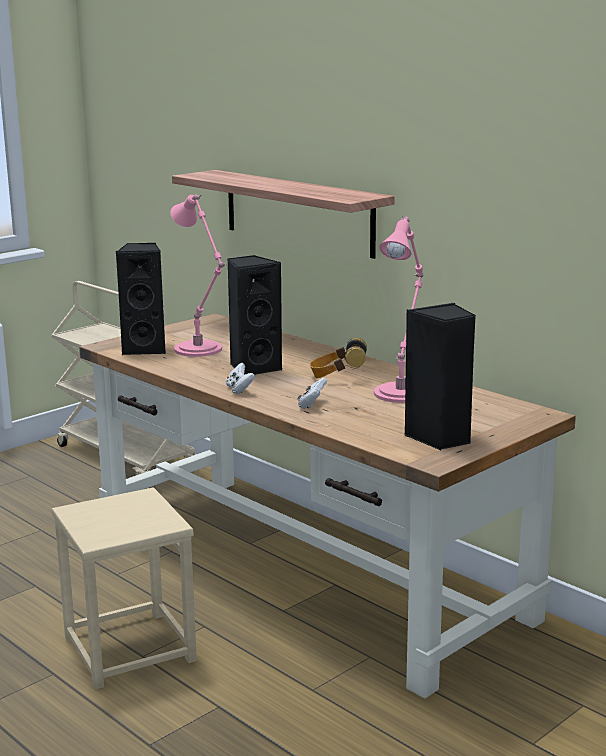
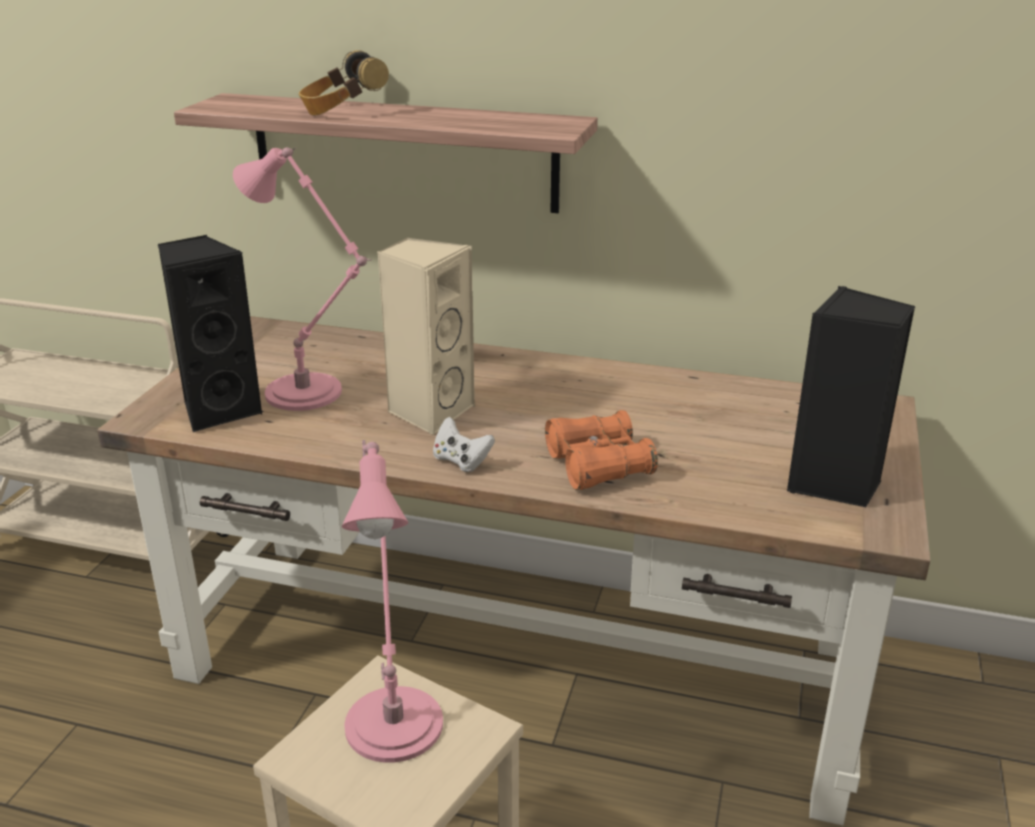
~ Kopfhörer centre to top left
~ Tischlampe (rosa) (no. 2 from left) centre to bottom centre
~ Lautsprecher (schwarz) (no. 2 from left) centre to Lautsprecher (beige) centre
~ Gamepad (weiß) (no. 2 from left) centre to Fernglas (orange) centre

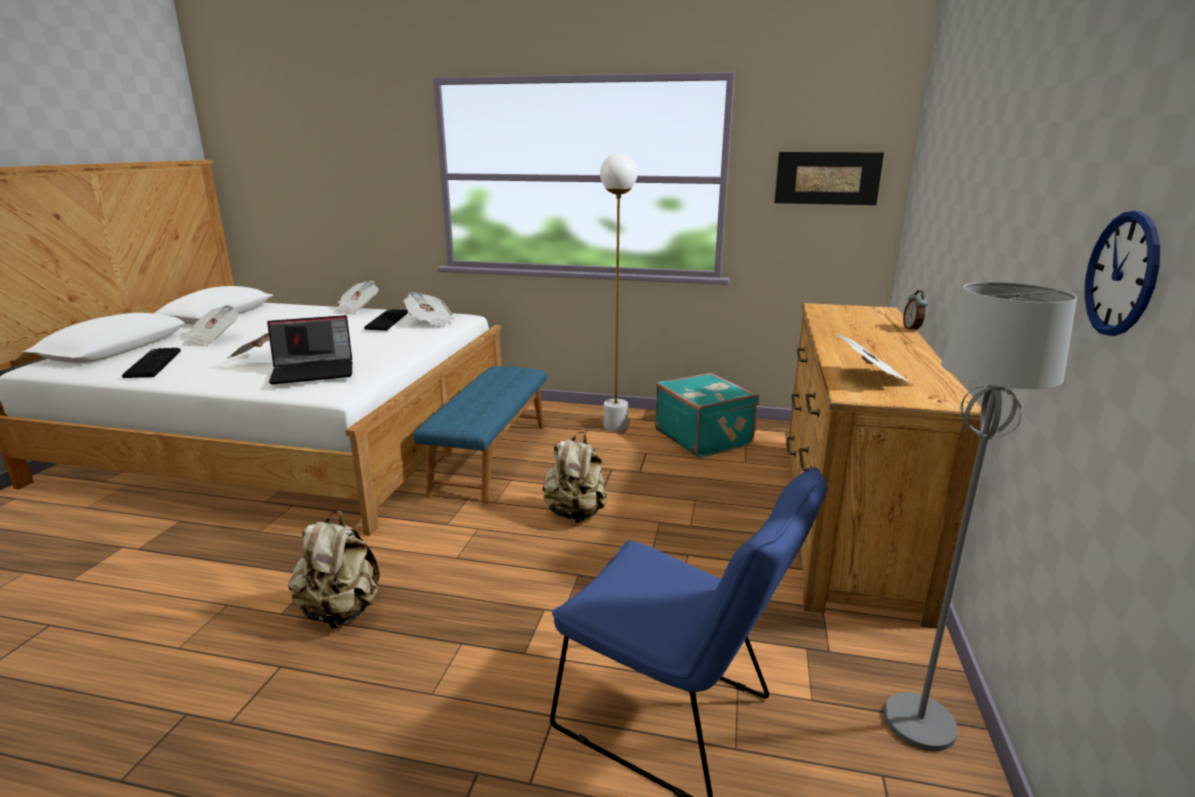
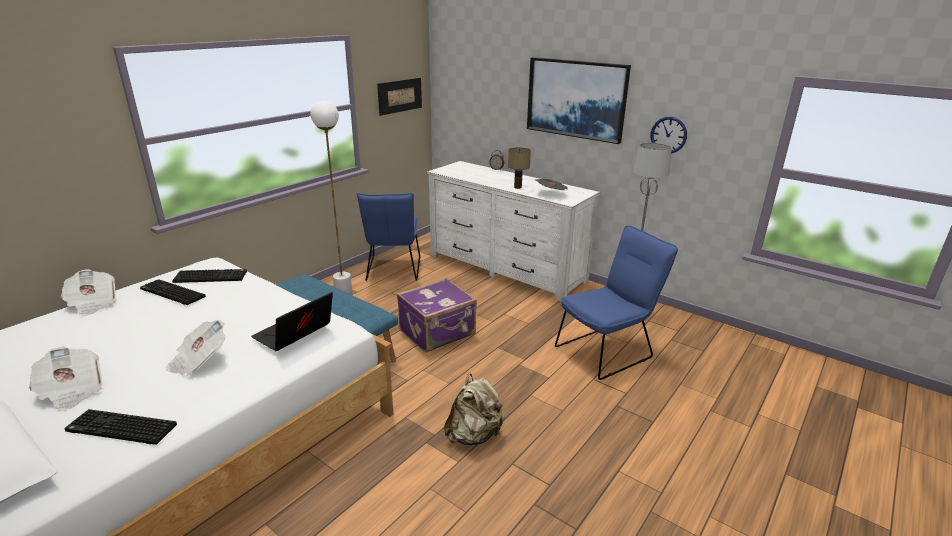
~ Zeitung (no. 4 from left) centre to Tastatur (no. 3 from left) middle left
~ Laptop middle left = middle left 150 degrees counterclockwise
~ Koffer (türkis) centre to Stuhl (blau) (no. 1 from left) centre
~ Rucksack (beige) (no. 2 from left) centre to Koffer (lila) centre
~ Kommode (braun) middle right to Kommode (weiß) centre
+ Tischlampe top centre
+ Bild (no. 2 from left) top centre

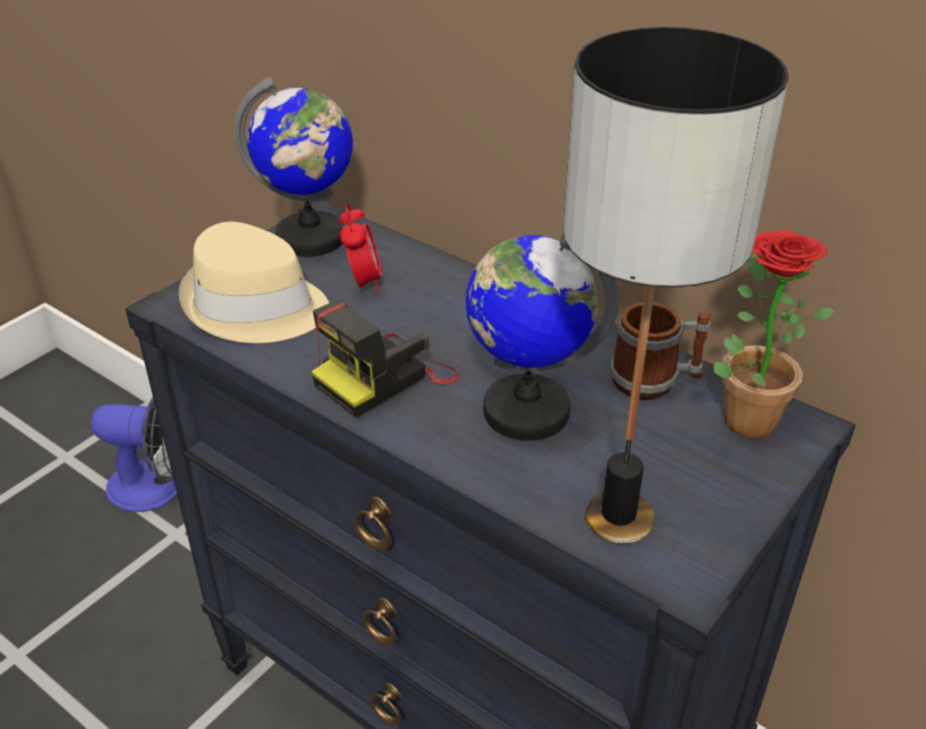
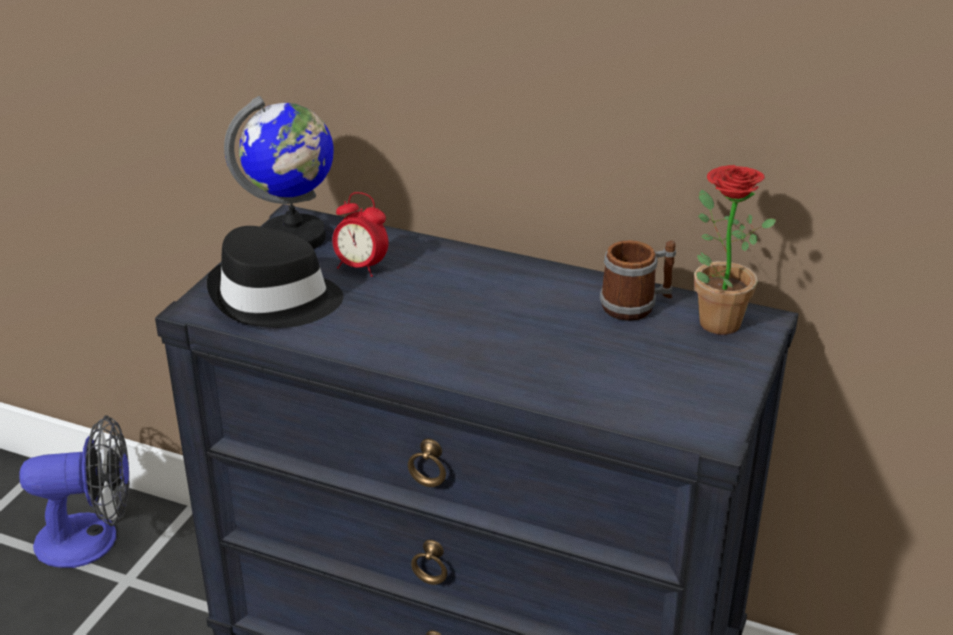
~ Hut (beige) middle left to Hut (schwarz) middle left
~ Wecker centre = centre 135 degrees clockwise
- Kamera centre
- Globus (no. 2 from left) centre
- Tischlampe middle right

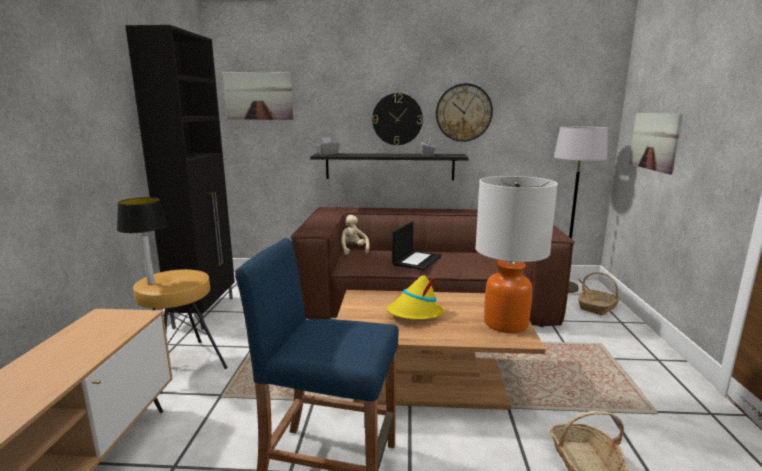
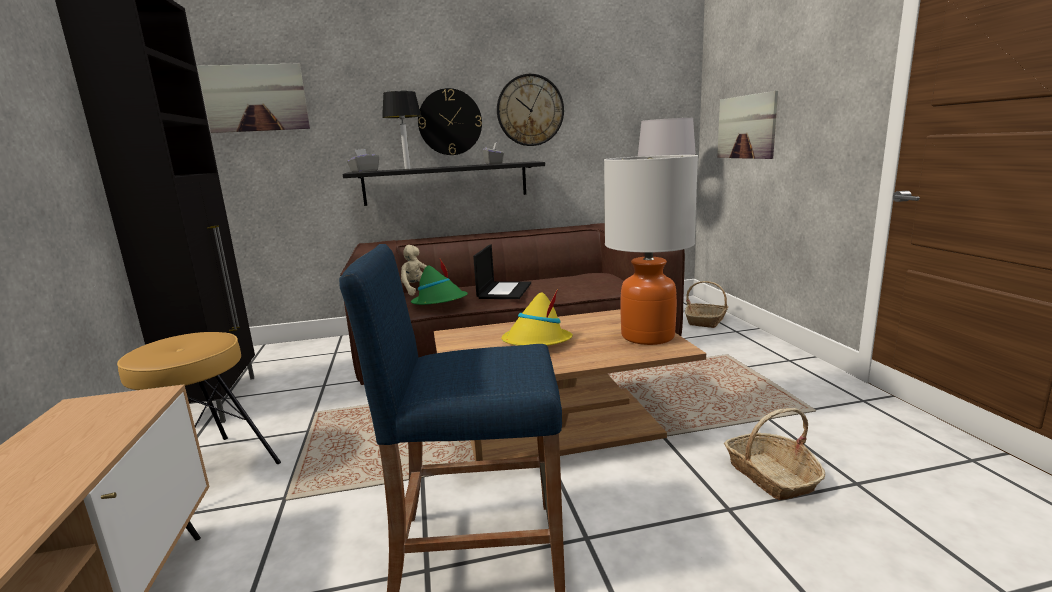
~ Tischlampe (no. 1 from left) middle left to top centre
+ Hut (grün) centre

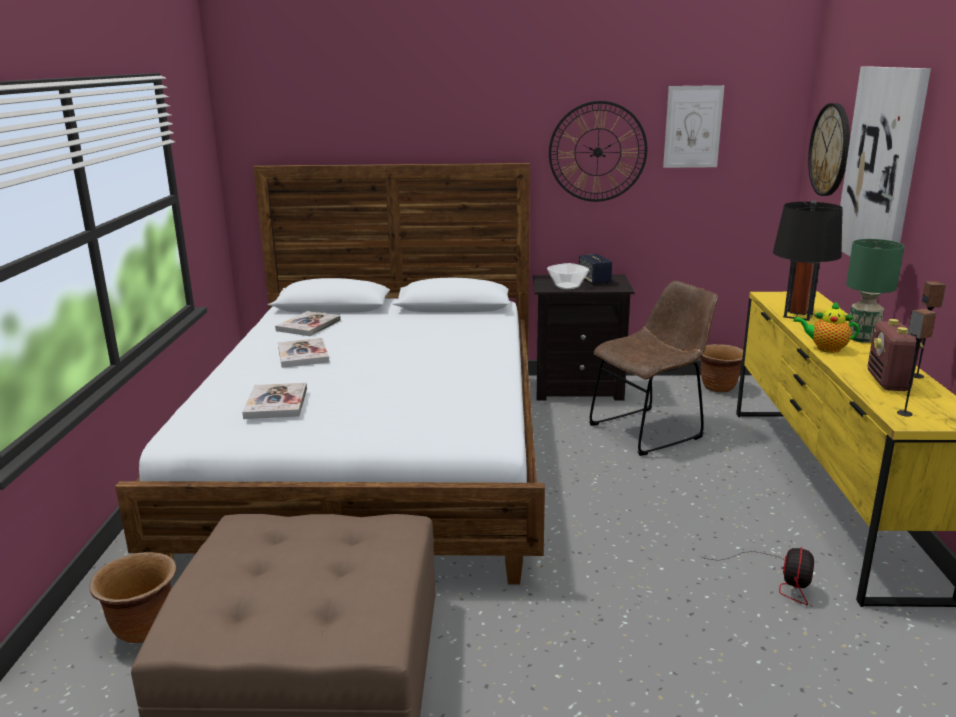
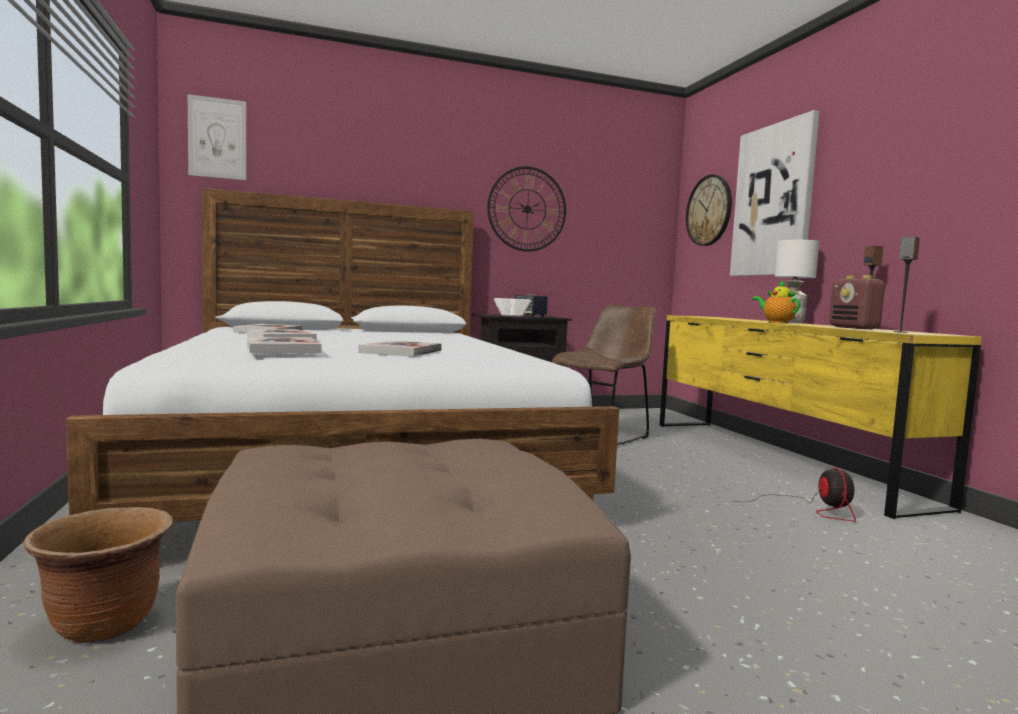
~ Bild (no. 1 from left) top right to top left
+ Buch (no. 4 from left) centre
~ Teekanne middle right = middle right 60 degrees clockwise
~ Tischlampe (grün) middle right to Tischlampe (weiß) middle right
- Pflanzkübel (braun) (no. 2 from left) middle right
- Tischlampe (schwarz) middle right

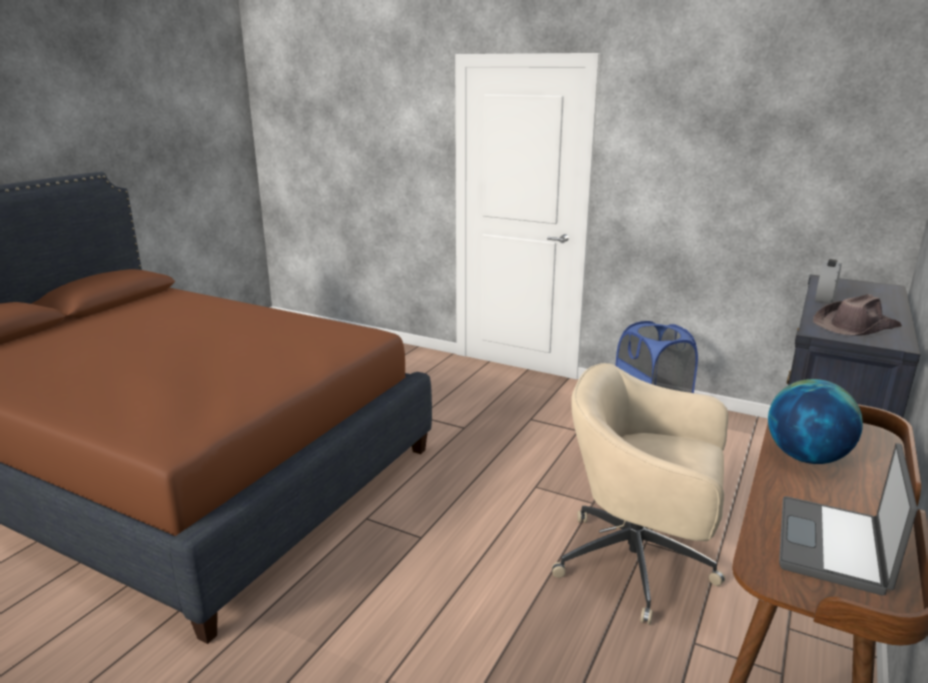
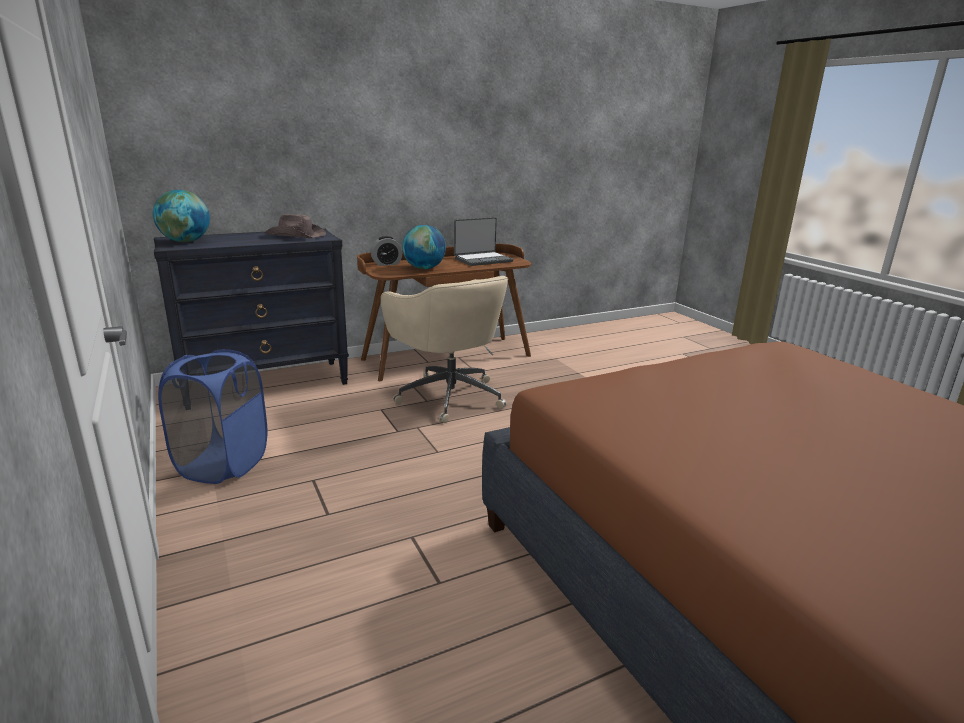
+ Globus (no. 1 from left) top left
~ Wecker middle right to centre

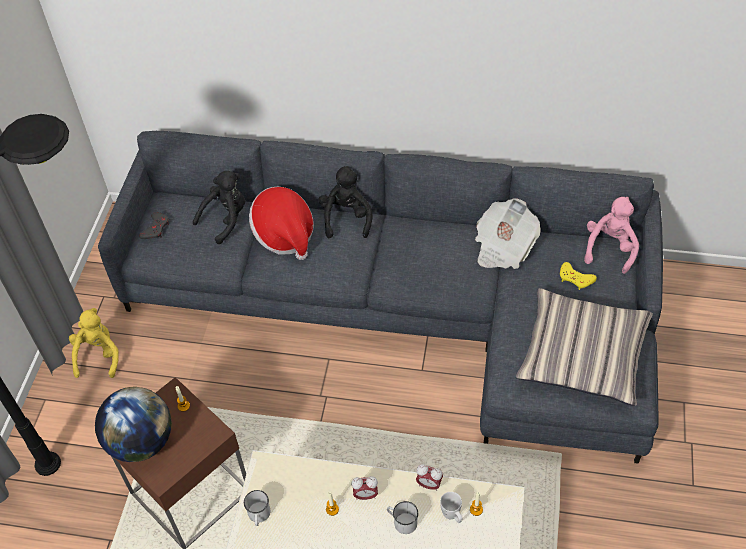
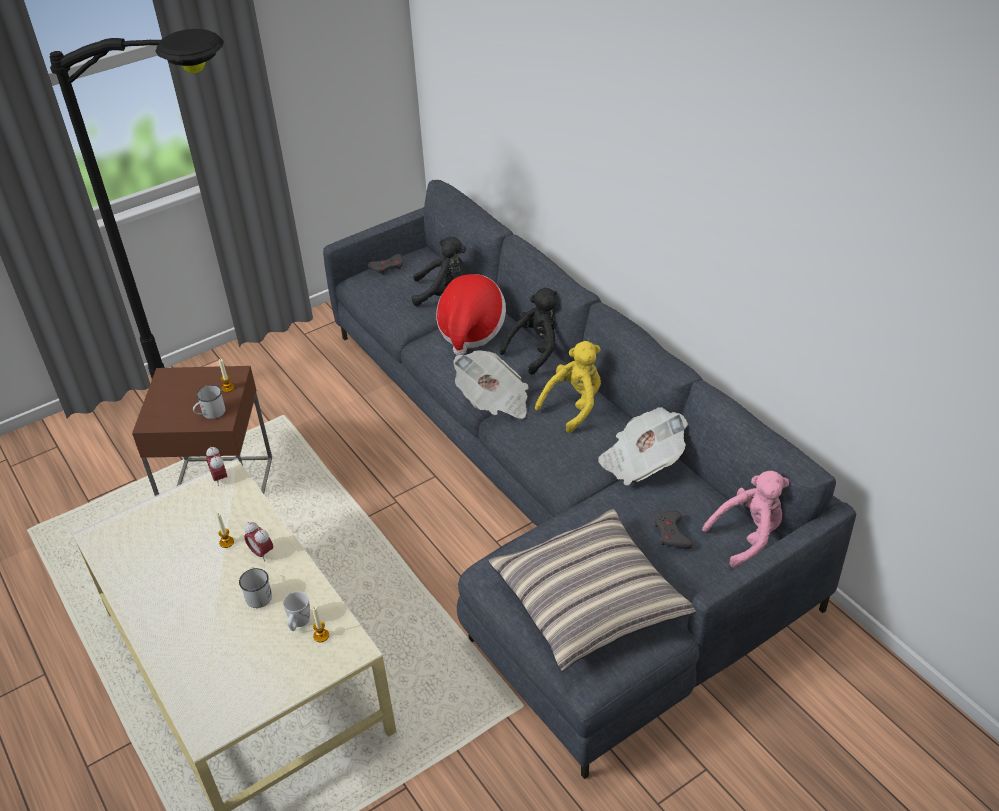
~ Henkelbecher (weiß) (no. 1 from left) bottom centre to middle left
~ Wecker (no. 2 from left in the first image) bottom centre to Wecker (no. 1 from left) middle left
+ Zeitung (no. 1 from left) centre
~ Plüschtier (gelb) middle left to centre
~ Gamepad (gelb) middle right to Gamepad (grau) (no. 2 from left) middle right
- Globus bottom left

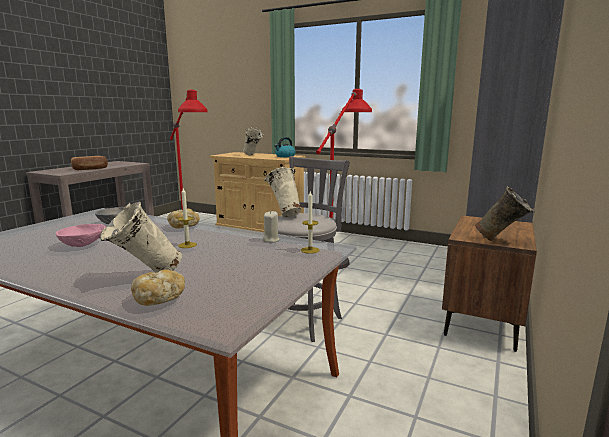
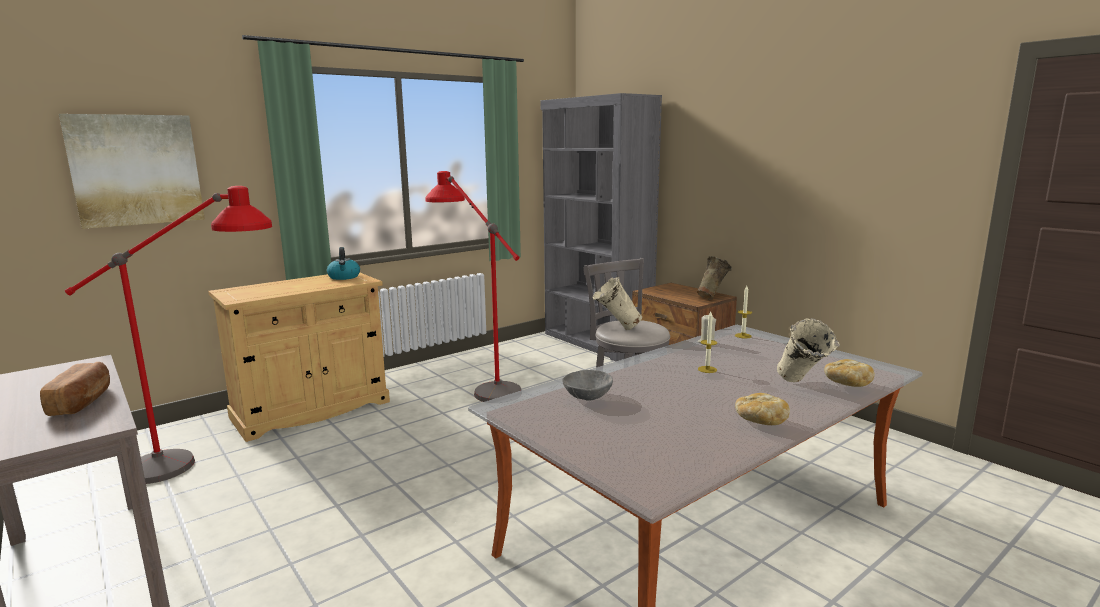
+ Bild top left
~ Brot (no. 3 from left in the first image) middle left to Brot (no. 2 from left) bottom right
- Schüssel (rosa) middle left
- Vase (beige) (no. 2 from left) top centre

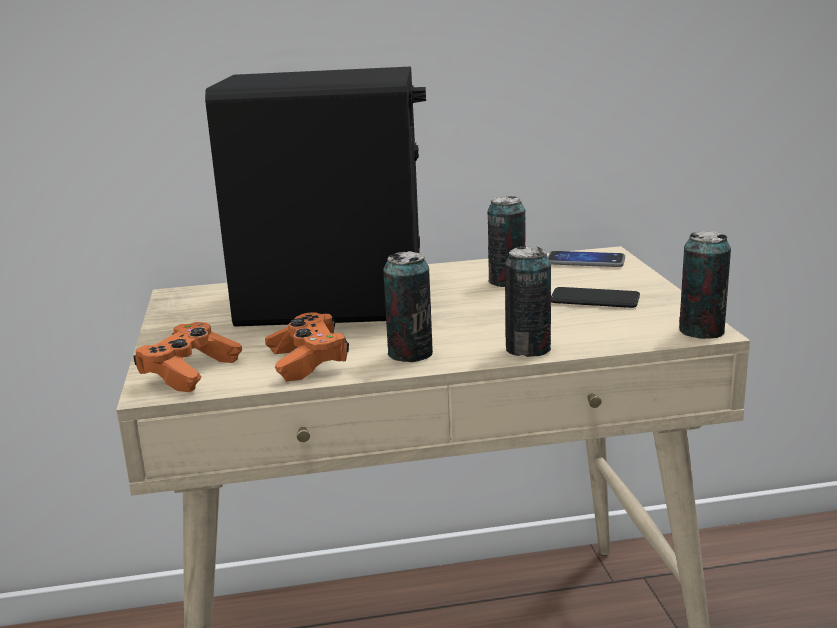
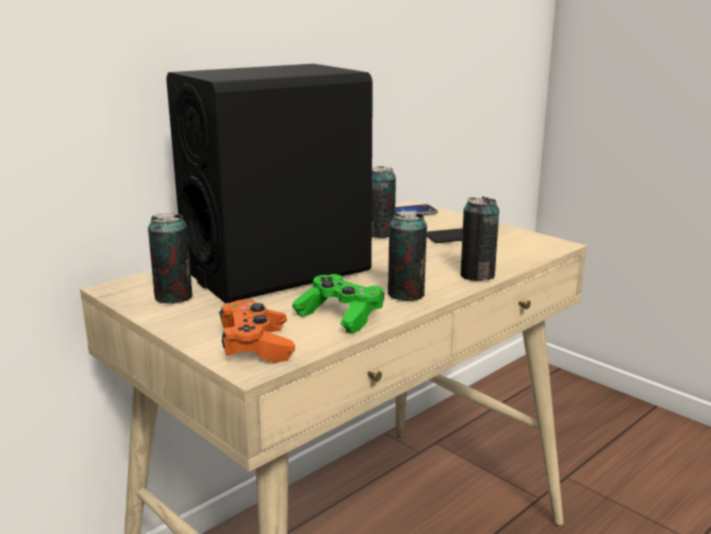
~ Dose (no. 4 from left in the first image) middle right to Dose (no. 1 from left) middle left
~ Gamepad (orange) (no. 2 from left) centre to Gamepad (grün) centre

